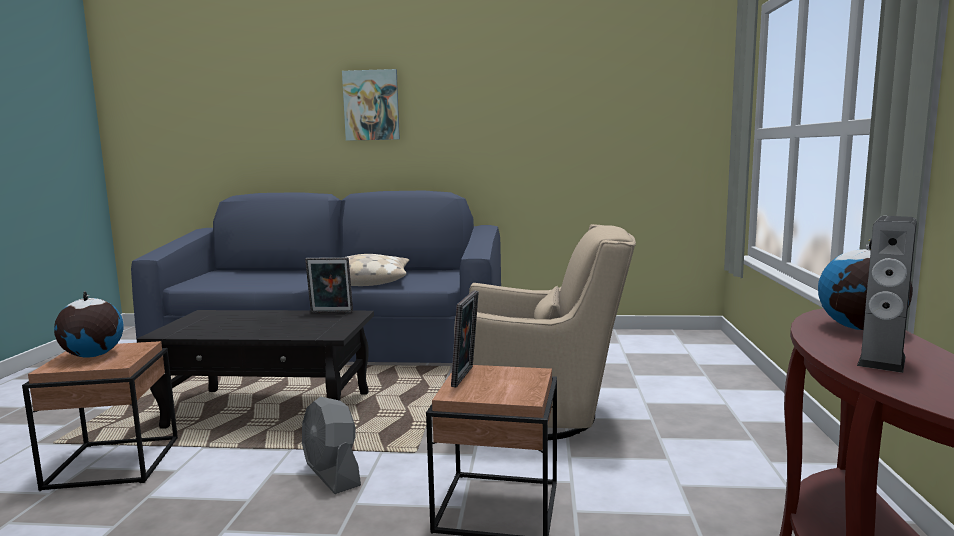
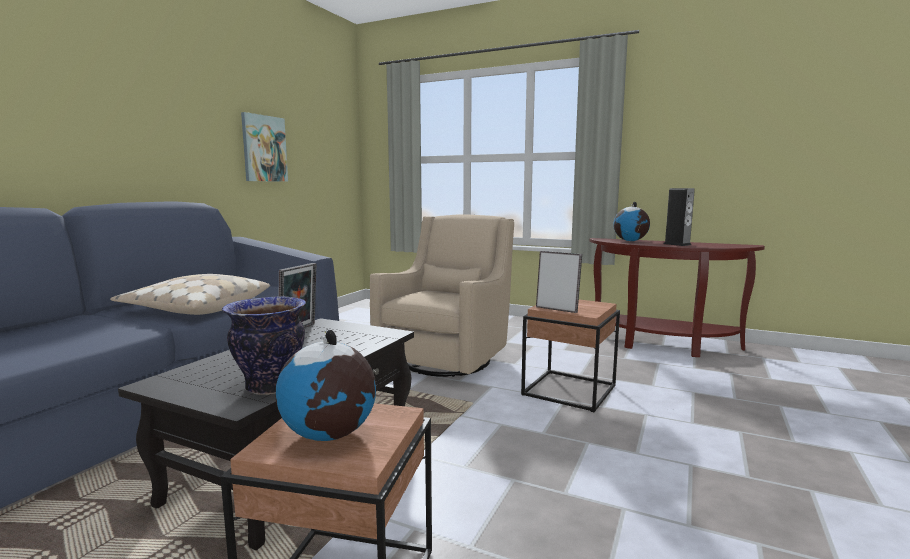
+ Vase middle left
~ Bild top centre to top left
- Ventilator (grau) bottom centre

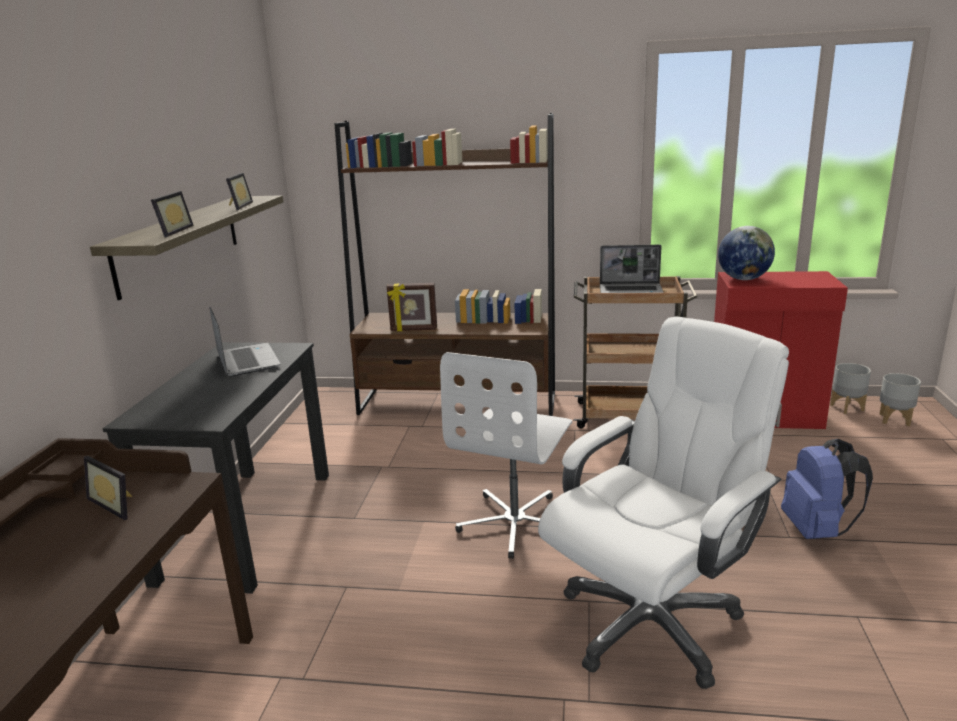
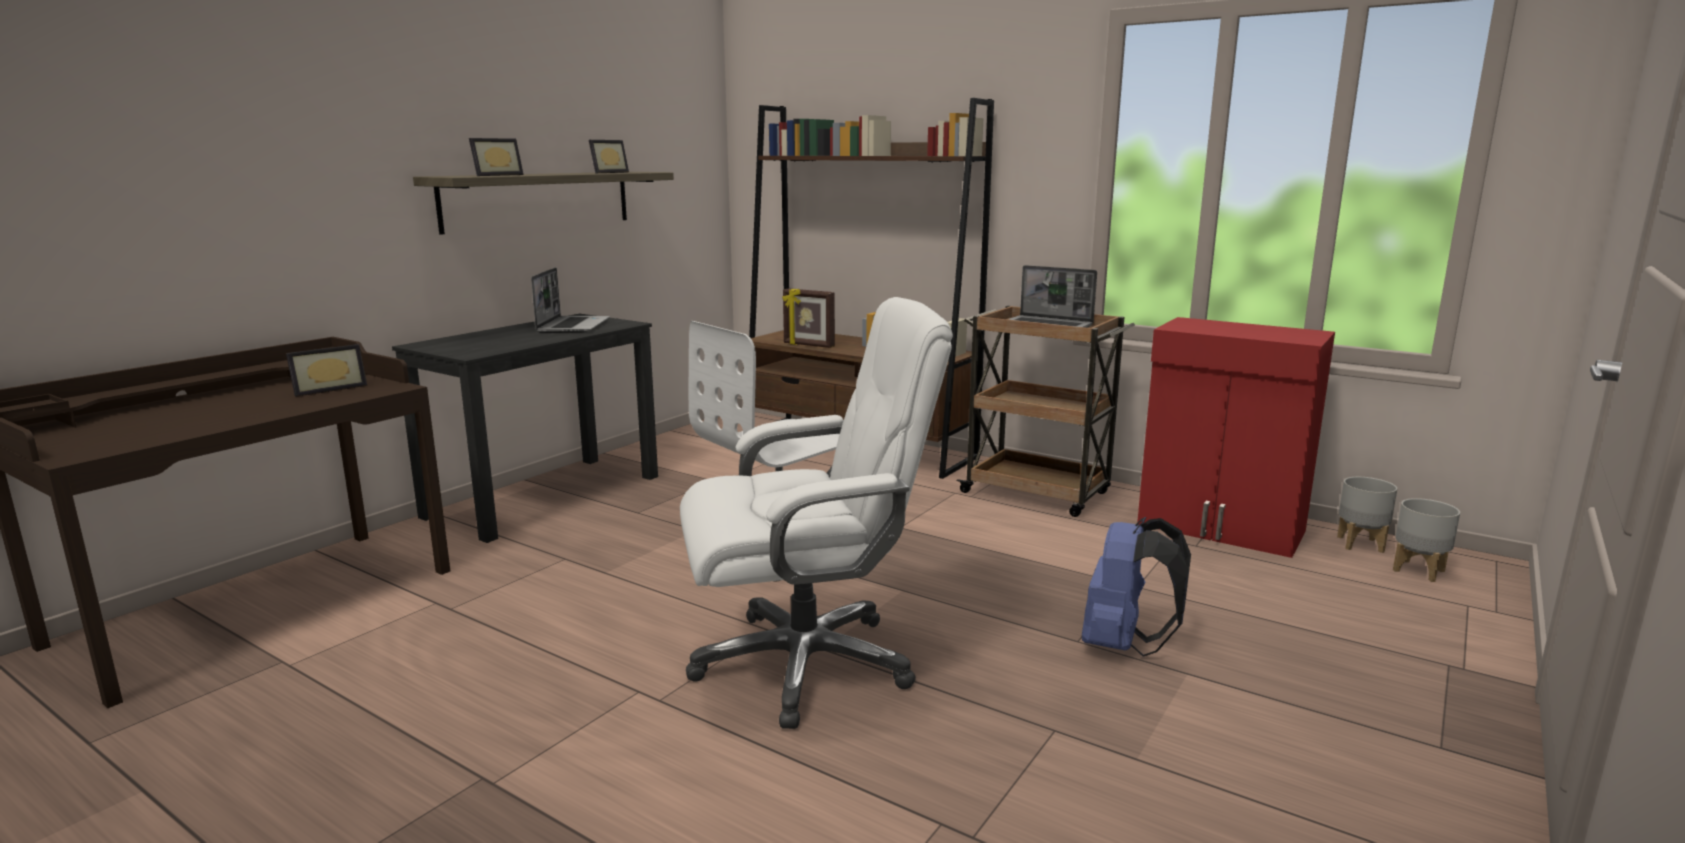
~ Bilderrahmen (no. 1 from left) bottom left = middle left 105 degrees counterclockwise
- Globus middle right

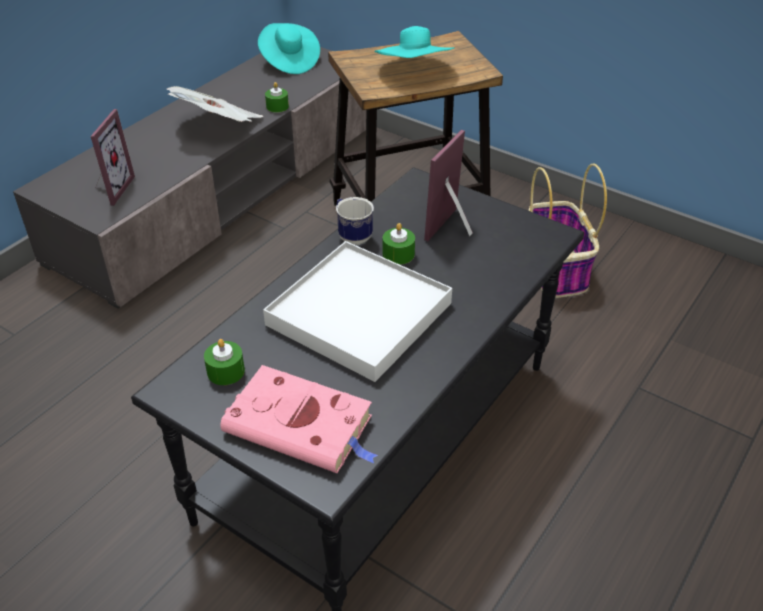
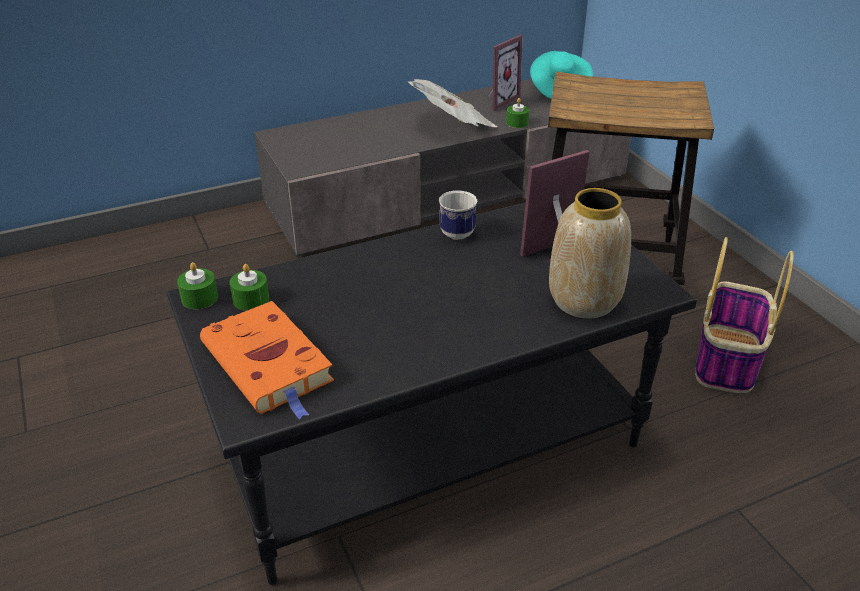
~ Kerze (grün) (no. 3 from left in the first image) centre to Kerze (grün) (no. 1 from left) middle left
~ Buch (rosa) bottom centre to Buch (orange) middle left
~ Bilderrahmen (no. 1 from left) top left to top centre
+ Vase middle right
- Tablett (weiß) centre
- Hut (türkis) (no. 2 from left) top centre

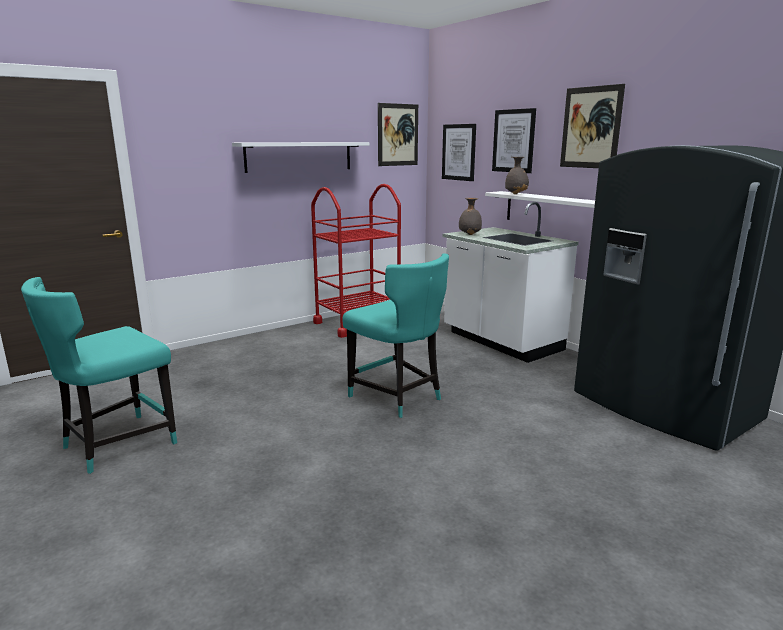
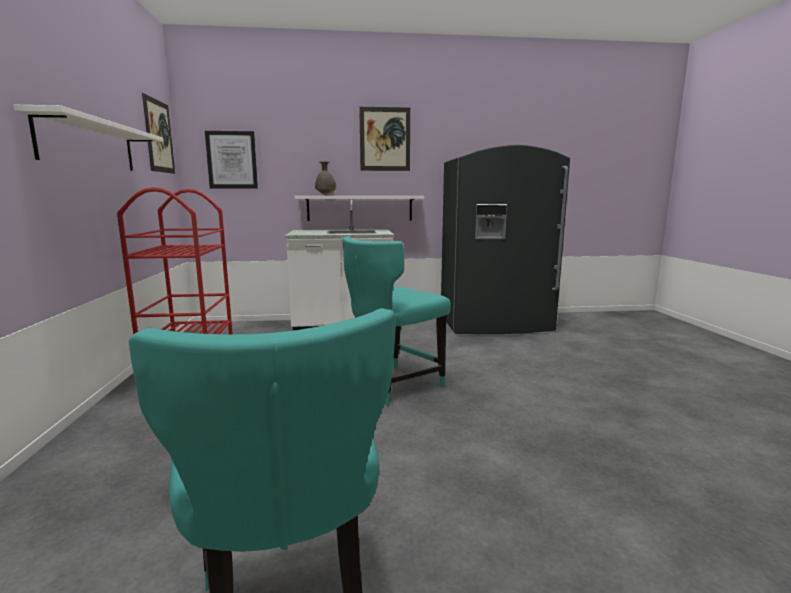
~ Stuhl (türkis) (no. 2 from left) centre = centre 150 degrees clockwise
- Vase (grau) (no. 1 from left) centre
- Bild (no. 3 from left) top centre

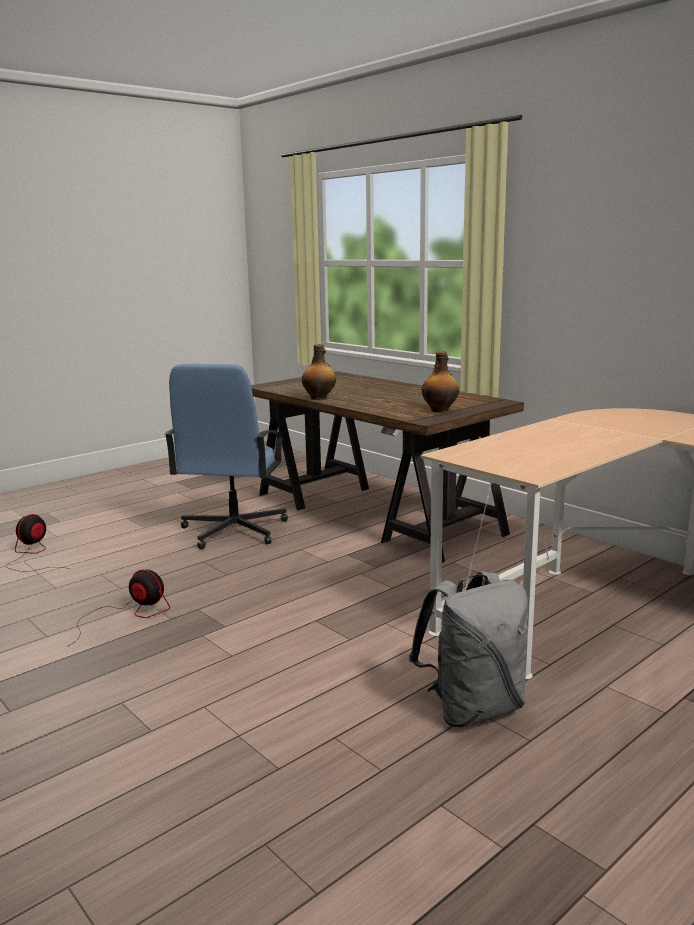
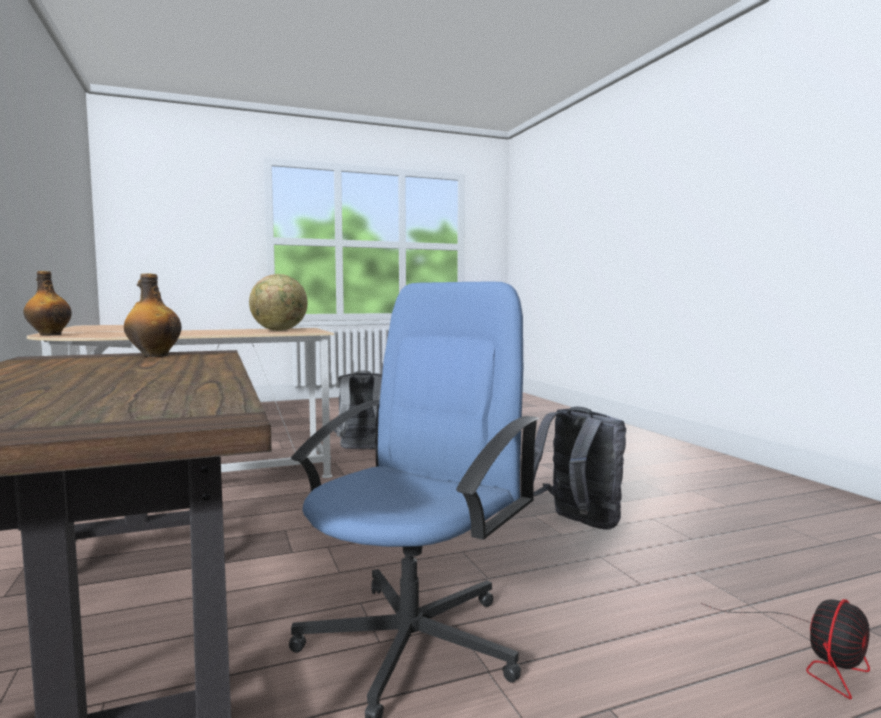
~ Flasche (no. 1 from left) centre to middle left
+ Globus middle left
~ Ventilator (no. 2 from left) middle left to Rucksack (grau) (no. 2 from left) centre

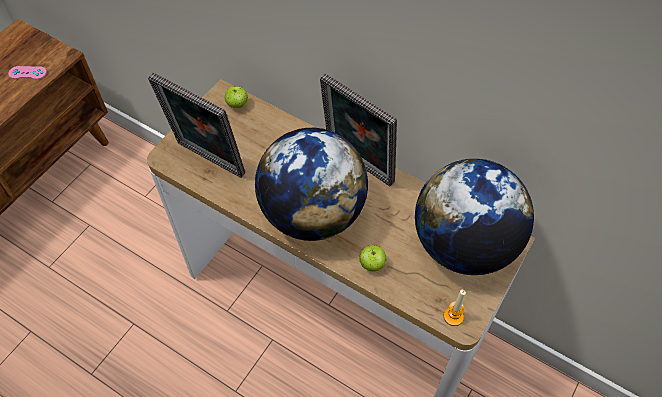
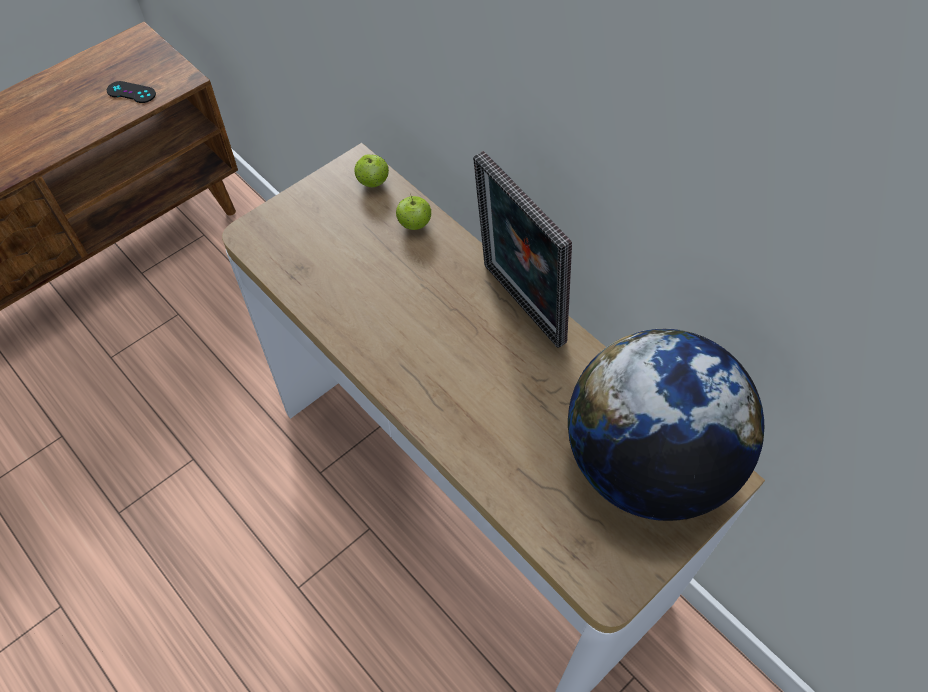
~ Gamepad (rosa) top left to Gamepad (schwarz) top left
~ Apfel (no. 2 from left) centre to top centre
- Bilderrahmen (no. 1 from left) top left
- Globus (no. 1 from left) centre
- Kerze bottom right

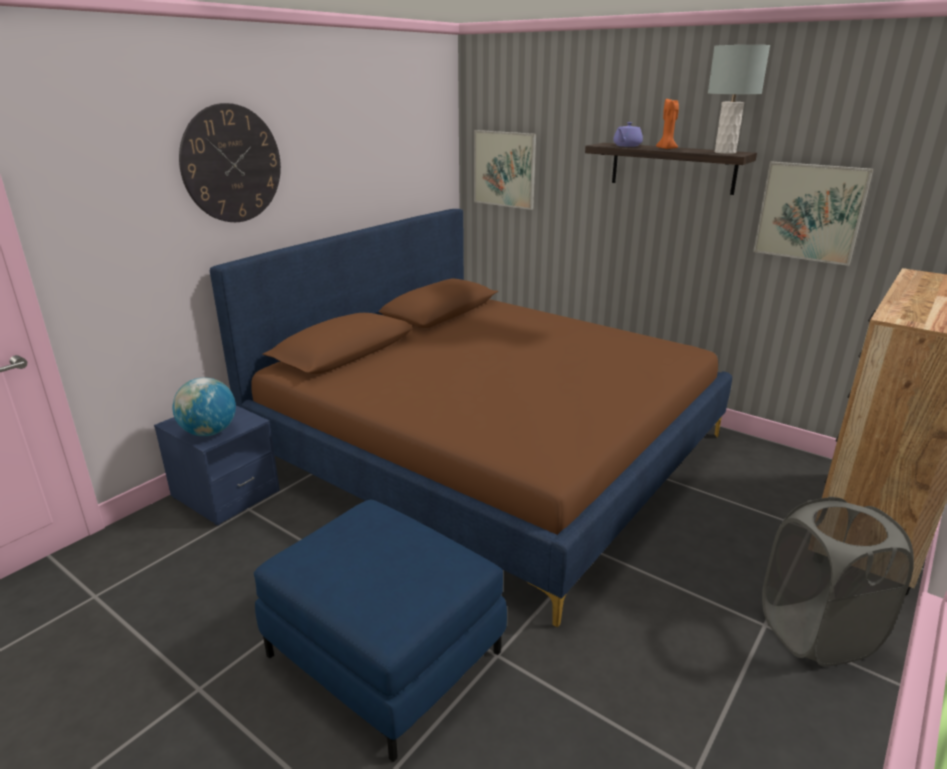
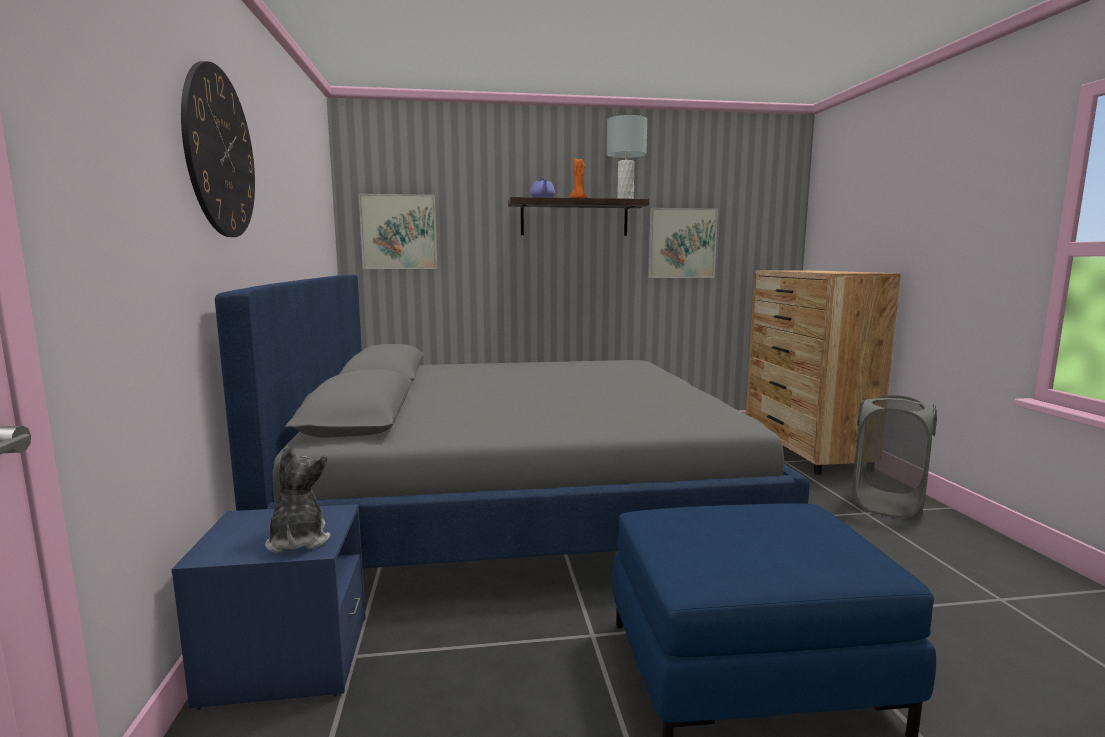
~ Bett (braun) centre to Bett (grau) centre
~ Globus middle left to Plüschtier bottom left

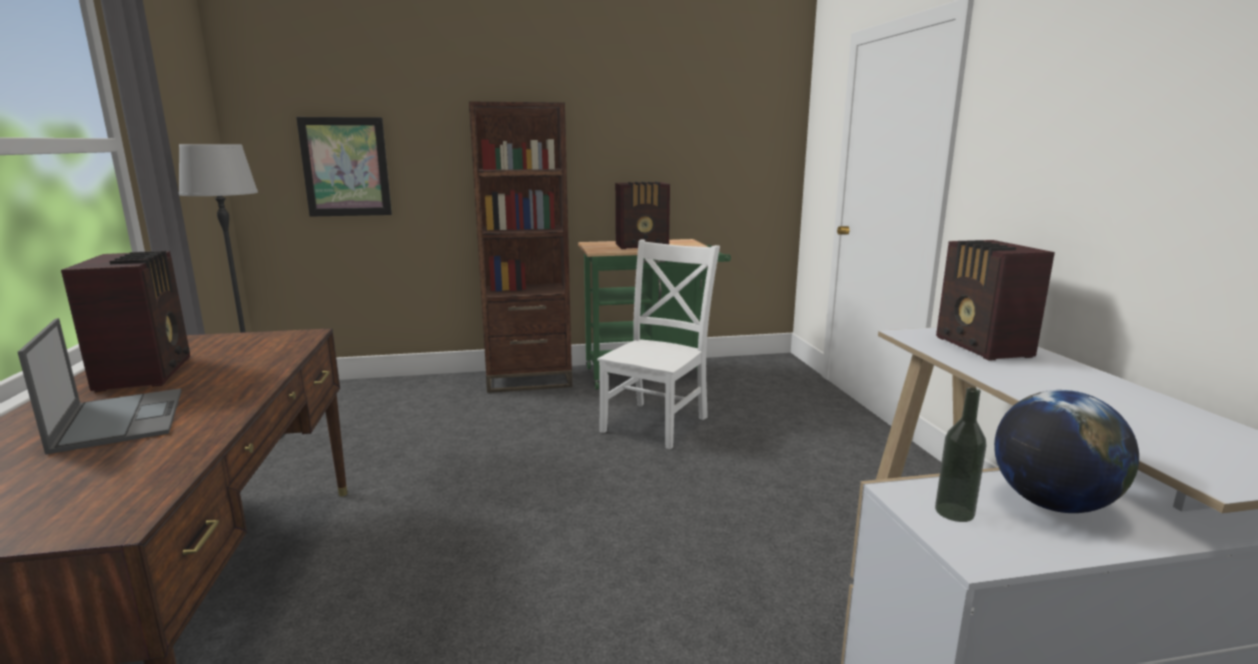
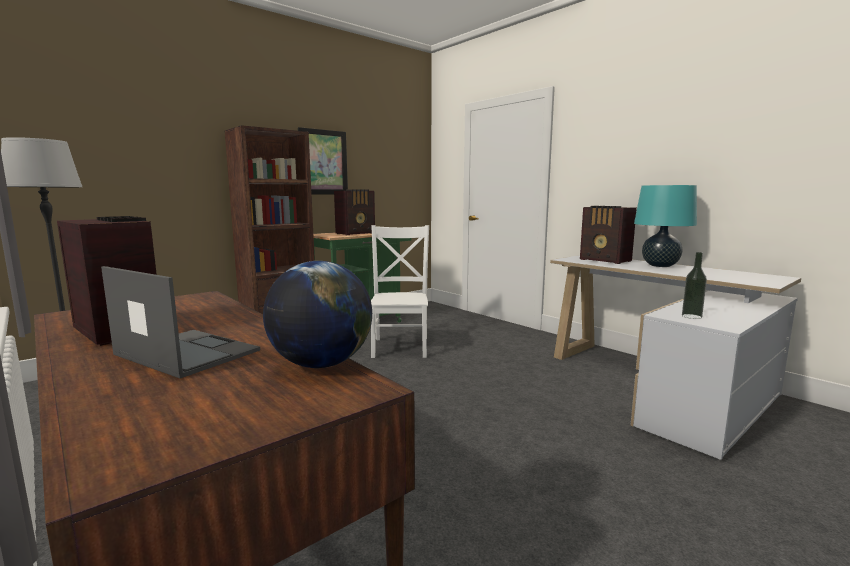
~ Globus bottom right to centre
~ Bild top left to top centre
+ Tischlampe (türkis) middle right

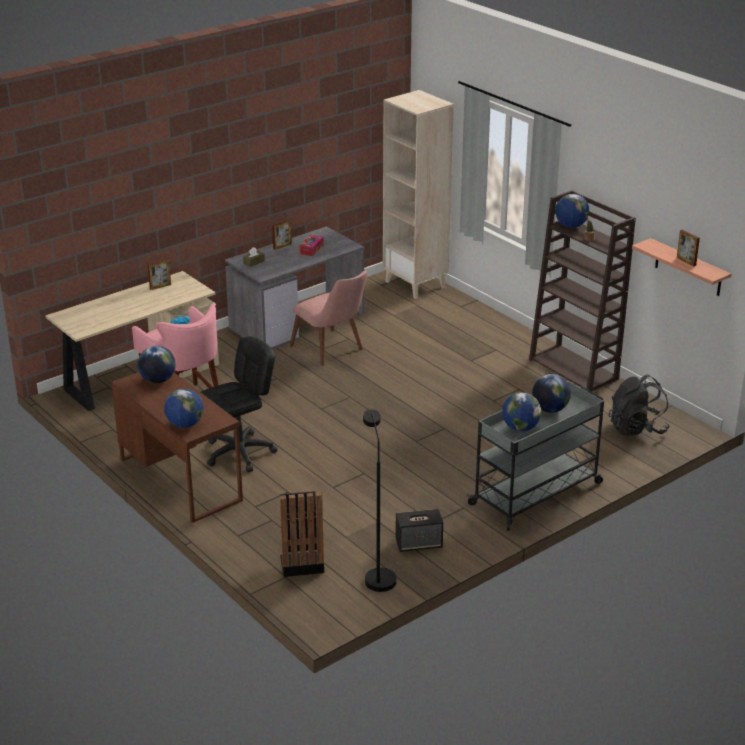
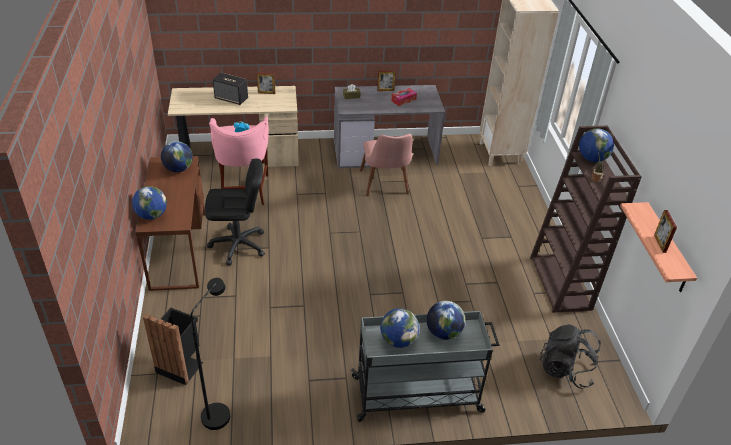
~ Lautsprecher bottom centre to top left

